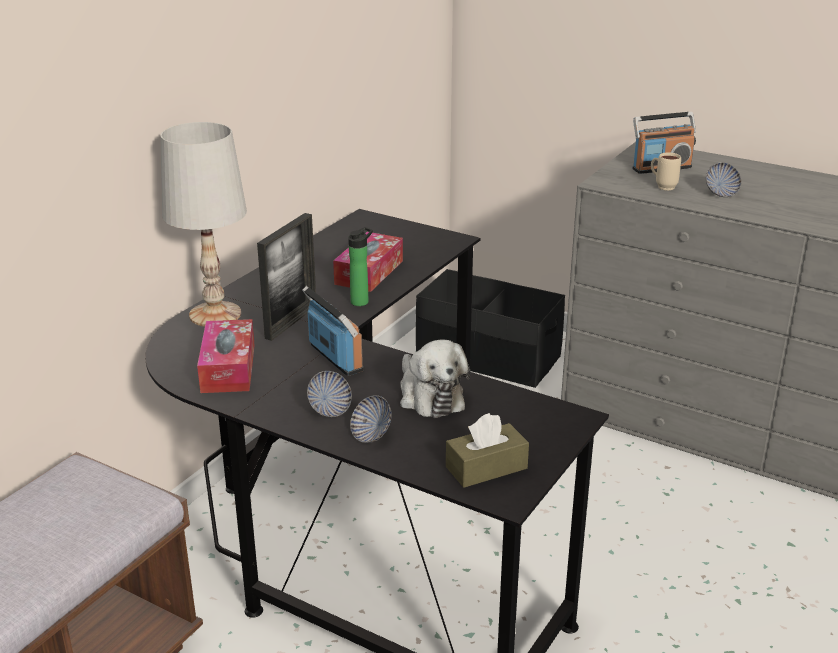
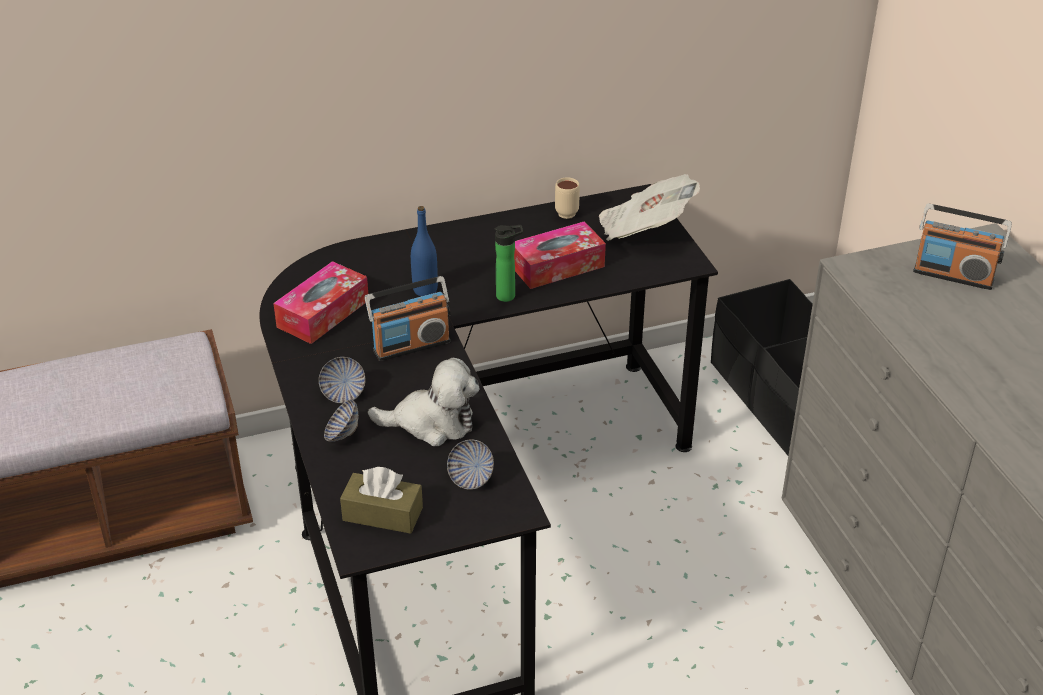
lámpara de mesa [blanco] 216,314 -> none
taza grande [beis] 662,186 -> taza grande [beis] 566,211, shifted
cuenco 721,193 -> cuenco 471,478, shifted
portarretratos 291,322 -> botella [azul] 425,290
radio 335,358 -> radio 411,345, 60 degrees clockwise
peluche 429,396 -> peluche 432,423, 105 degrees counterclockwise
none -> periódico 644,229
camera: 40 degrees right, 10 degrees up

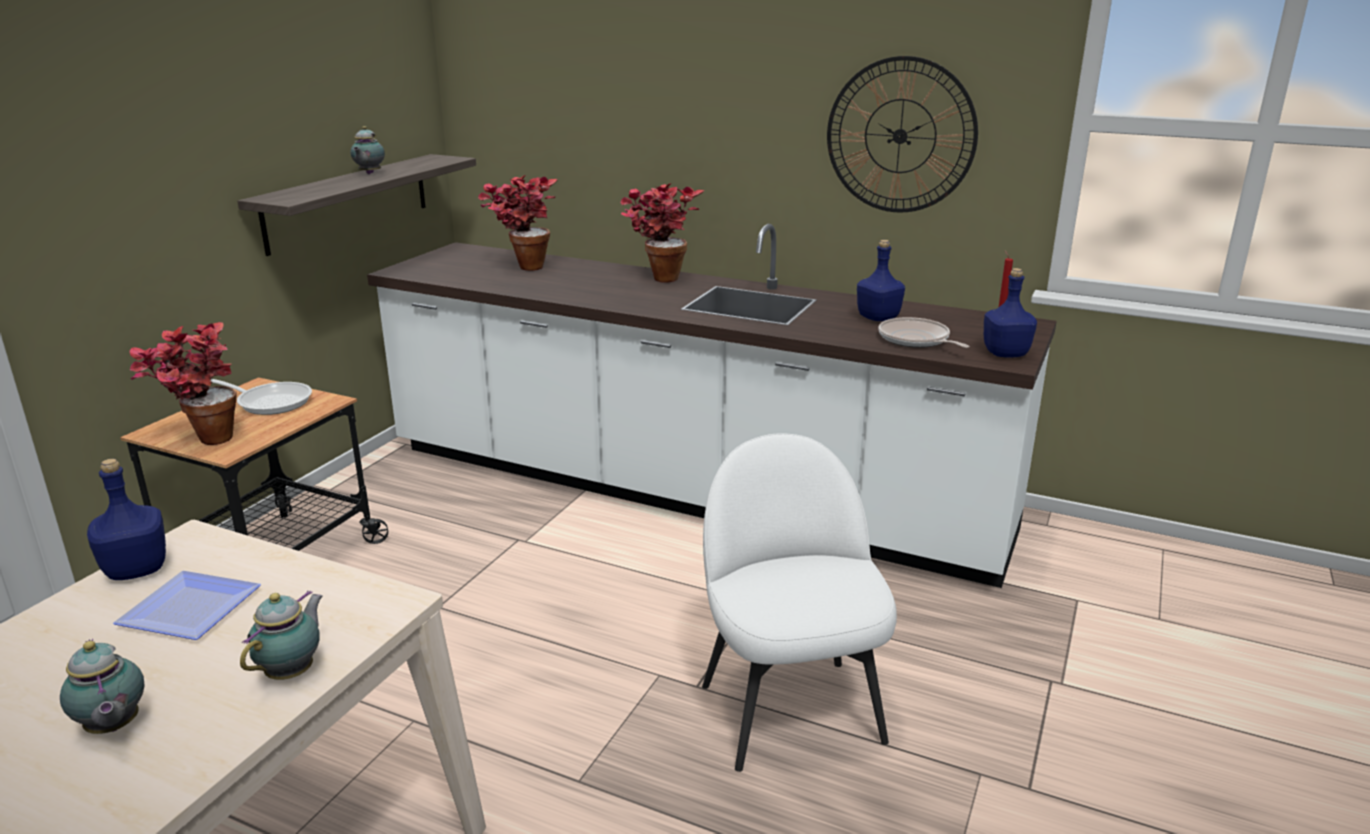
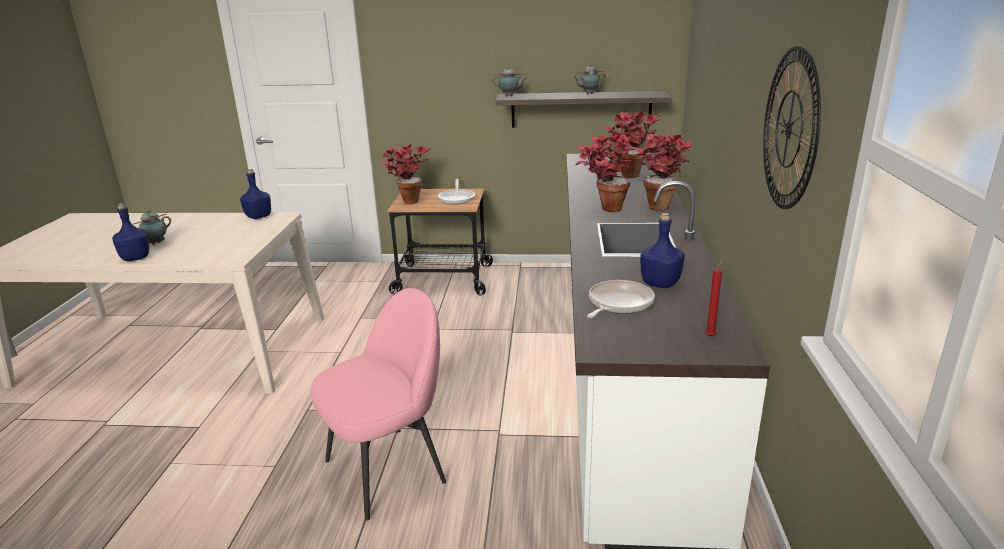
botella [azul] 1005,353 -> botella [azul] 136,258, shifted
silla [blanco] 790,709 -> silla [rosa] 388,469
plato 196,608 -> none
tetera 293,671 -> tetera 510,96, shifted
none -> planta en maceta 603,209
camera: 70 degrees right, 0 degrees up

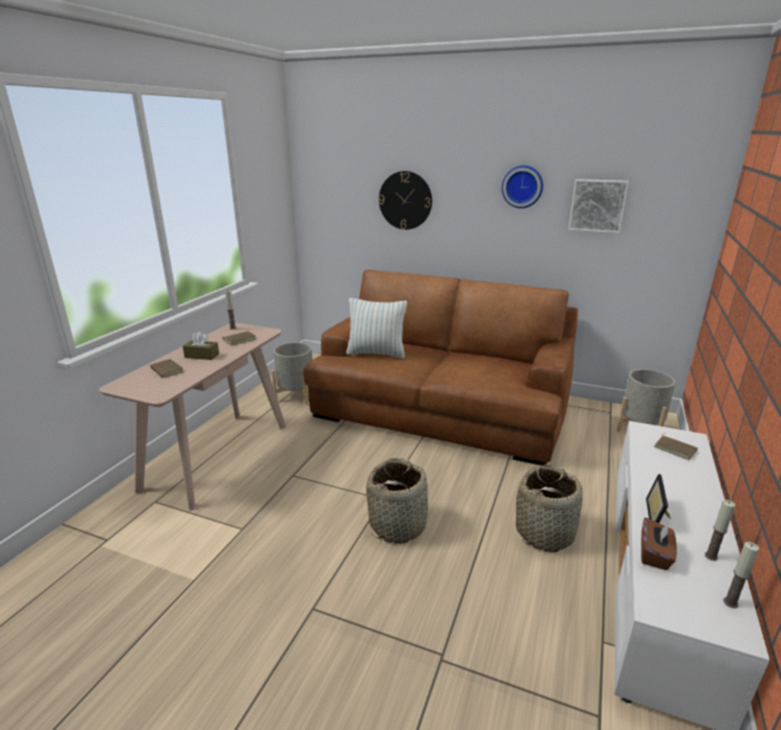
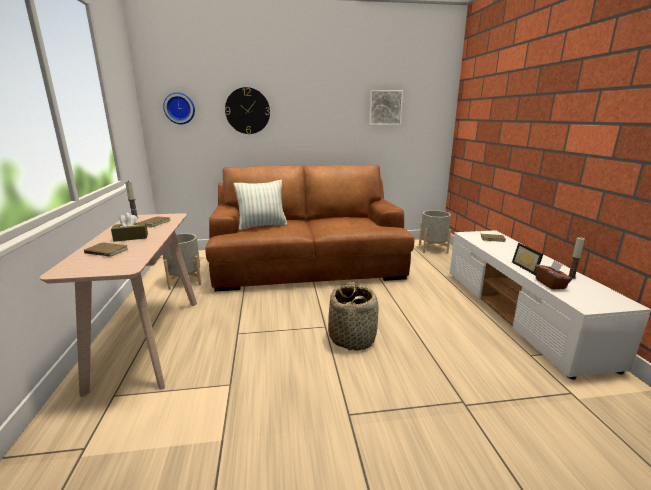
reloj de pared 522,186 -> reloj de pared 179,108, shifted
cesta 545,532 -> none
vela 730,602 -> none
camera: 30 degrees left, 5 degrees down

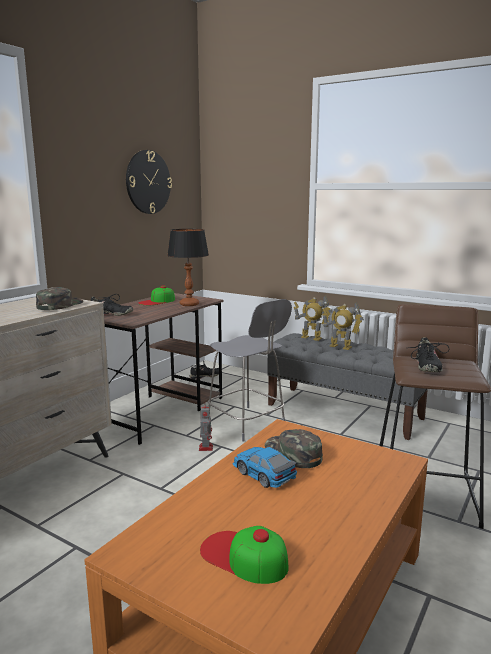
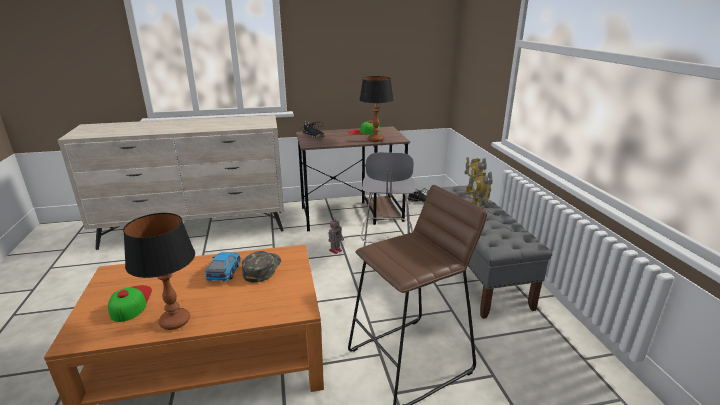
reloj de pared 148,182 -> none
gorra [verde] 59,305 -> none
zapato [negro] 426,366 -> none
none -> lámpara de mesa 174,321
camera: 45 degrees right, 10 degrees up

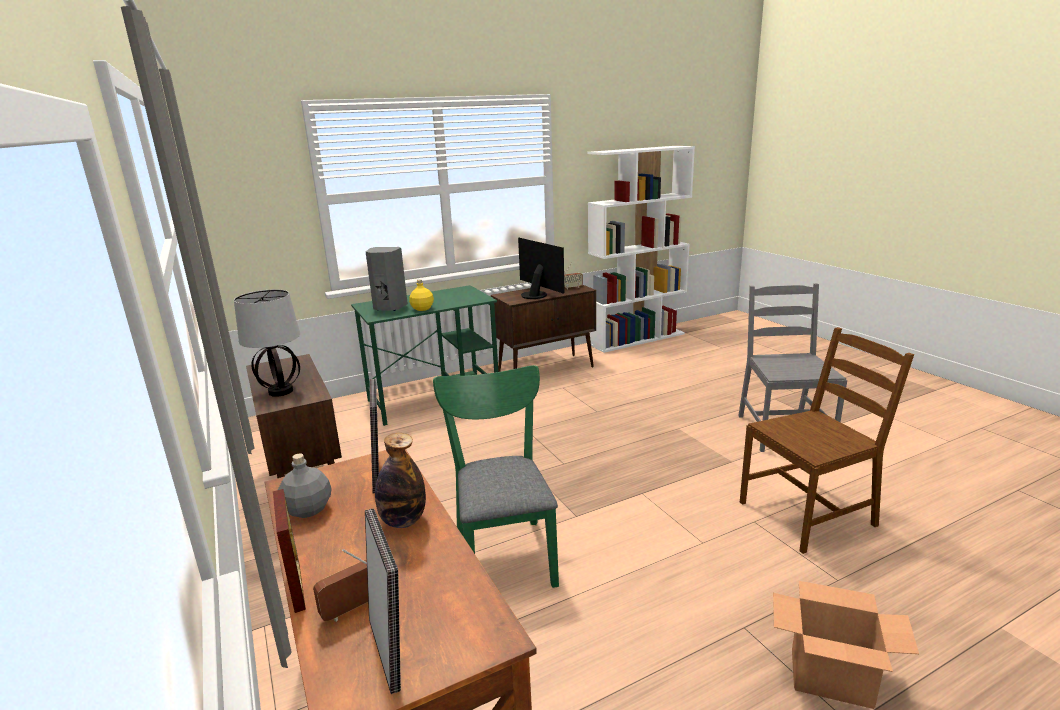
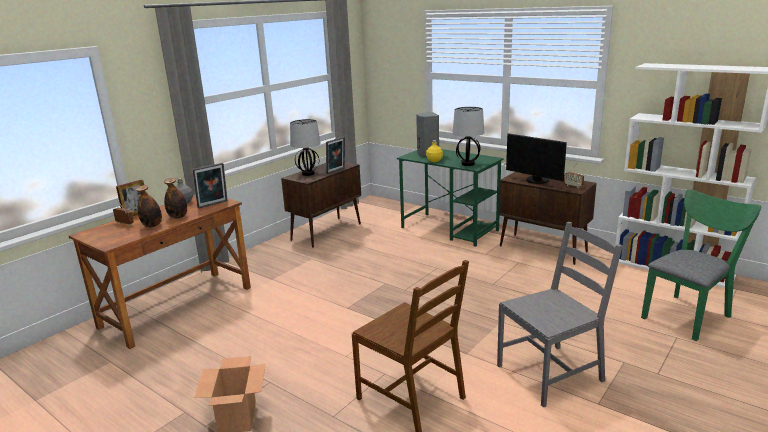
monitor 536,295 -> monitor 536,181, 105 degrees clockwise
silla [verde] 504,551 -> silla [verde] 688,314, shifted
portarretratos 390,651 -> portarretratos 336,171, shifted
none -> lámpara de mesa 467,164
none -> botella 152,225
camera: 65 degrees right, 0 degrees up

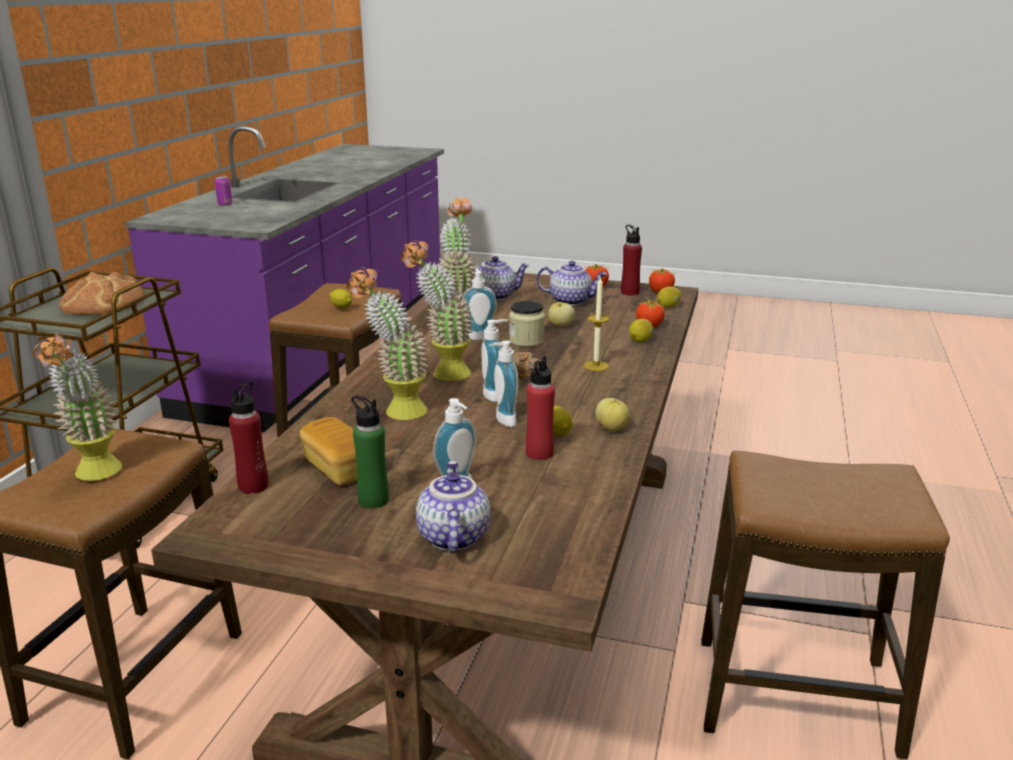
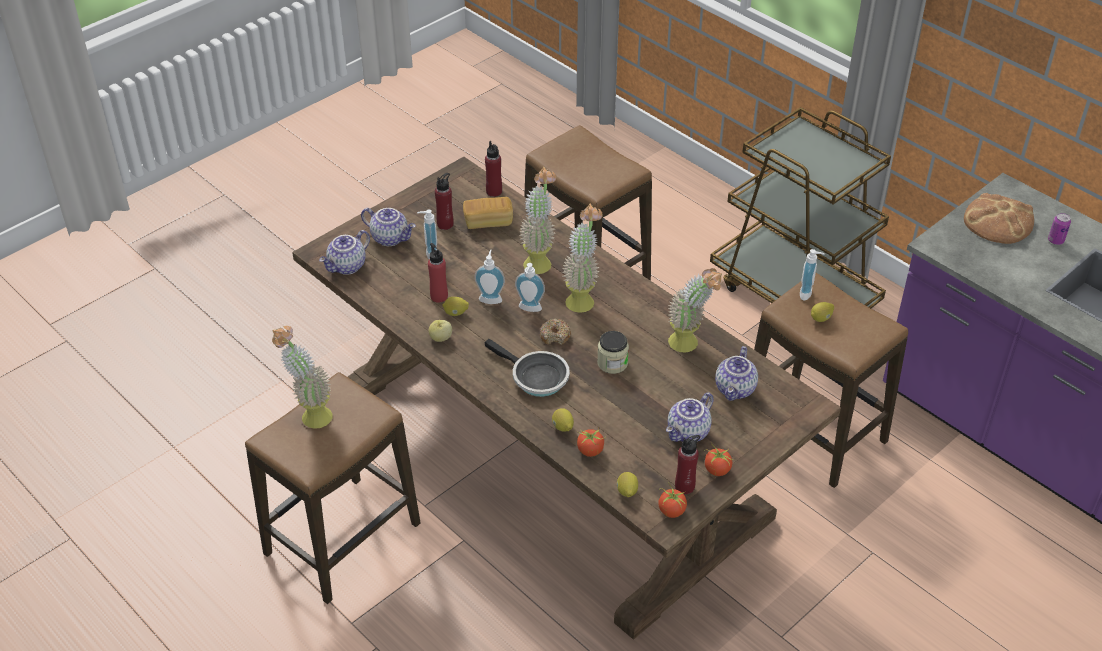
dispensador de jabón 478,336 -> dispensador de jabón 808,294, shifted
pan 102,302 -> pan 998,222, shifted
vela 596,366 -> sartén 536,377
manzana 560,325 -> none
planta en maceta 95,476 -> planta en maceta 309,414, shifted
botella [verde] 373,500 -> botella [rojo] 445,224
none -> tetera 347,267
camera: 120 degrees right, 20 degrees up

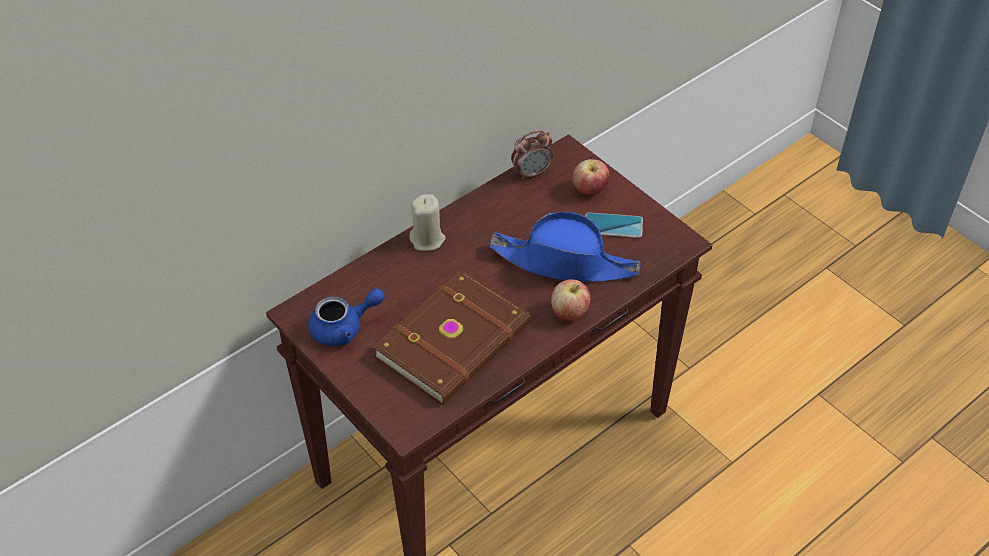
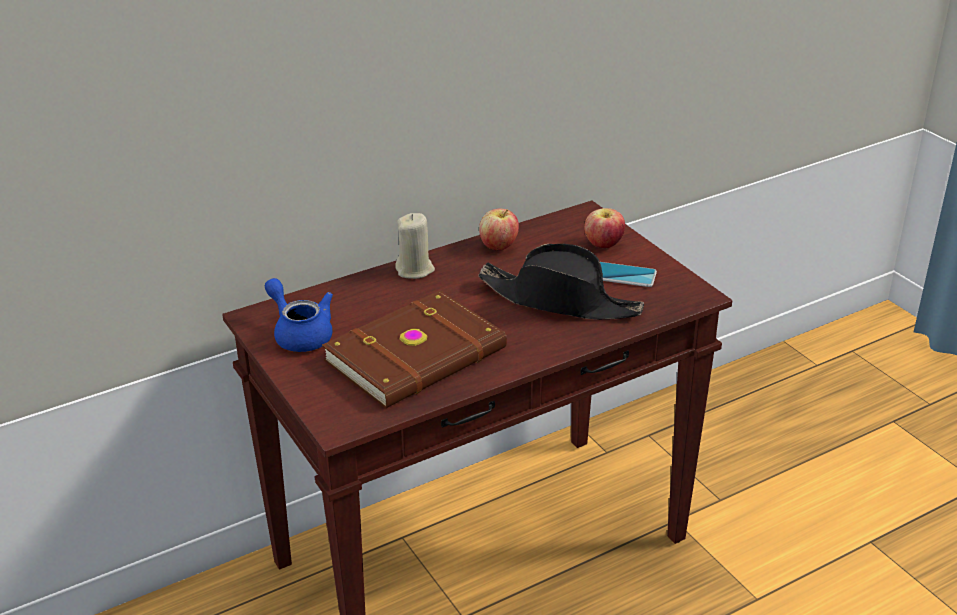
despertador 531,173 -> none
sombrero [azul] 565,262 -> sombrero [negro] 560,300
manzana 569,313 -> manzana 498,246, shifted
tetera [azul] 344,328 -> tetera [azul] 300,334, 120 degrees counterclockwise
camera: 10 degrees right, 15 degrees down

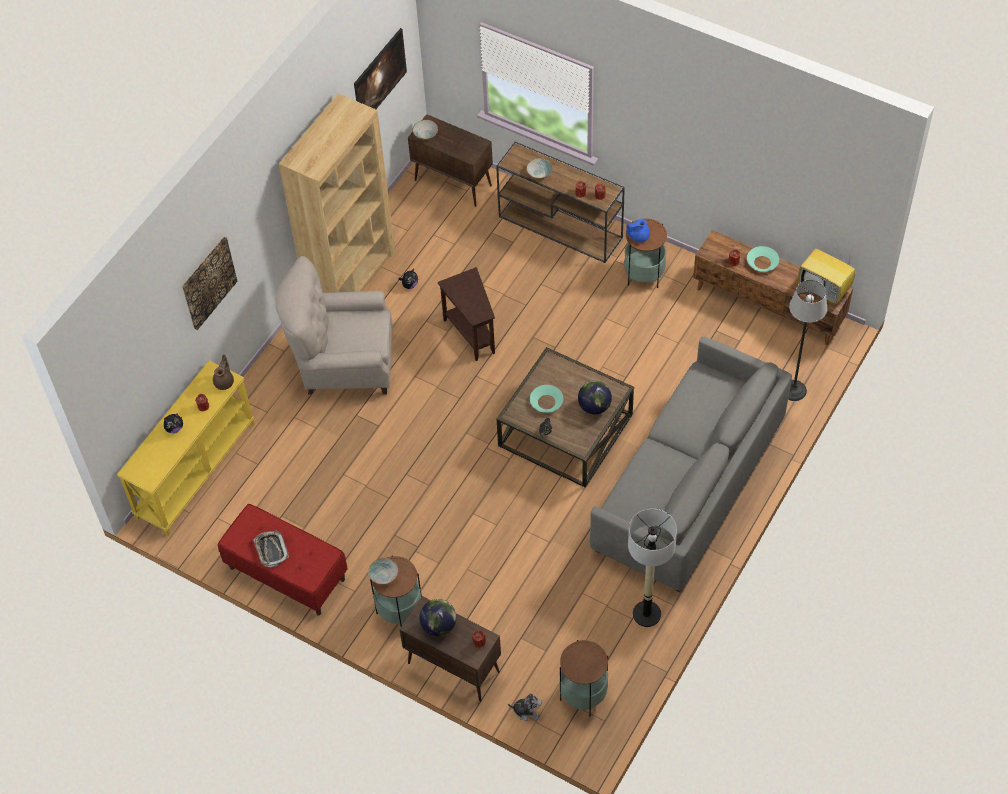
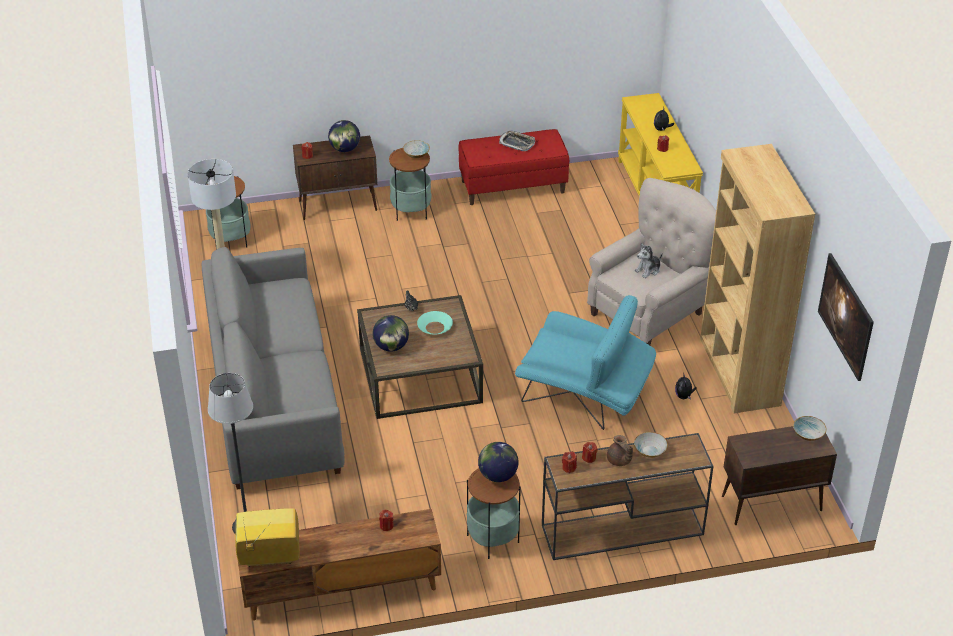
tetera [azul] 638,236 -> globo terráqueo 498,476
cuadro 208,282 -> none
cuenco [turquesa] 762,262 -> none
mesa auxiliar [marrón] 471,332 -> sillón [turquesa] 584,394
tetera [marrón] 224,382 -> tetera [marrón] 619,461, shifted
peluche 526,710 -> peluche 648,270, shifted
camera: 135 degrees right, 15 degrees down

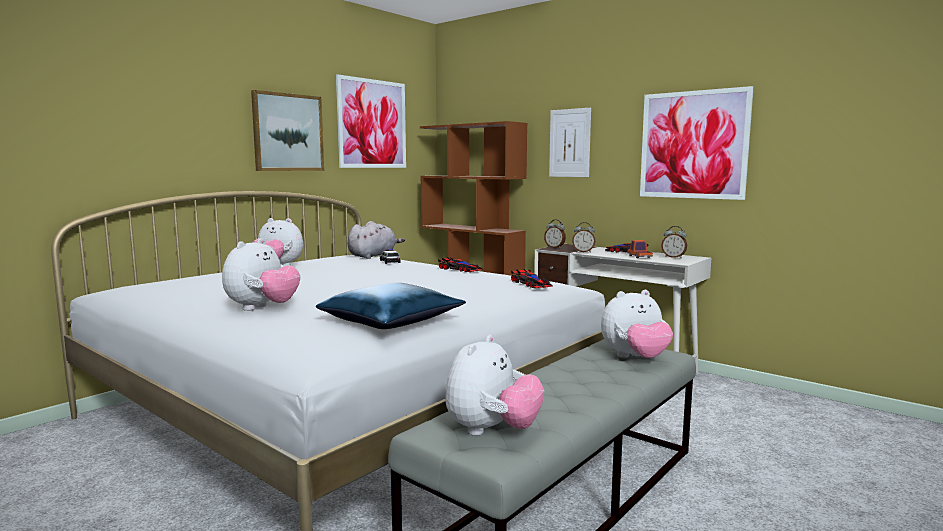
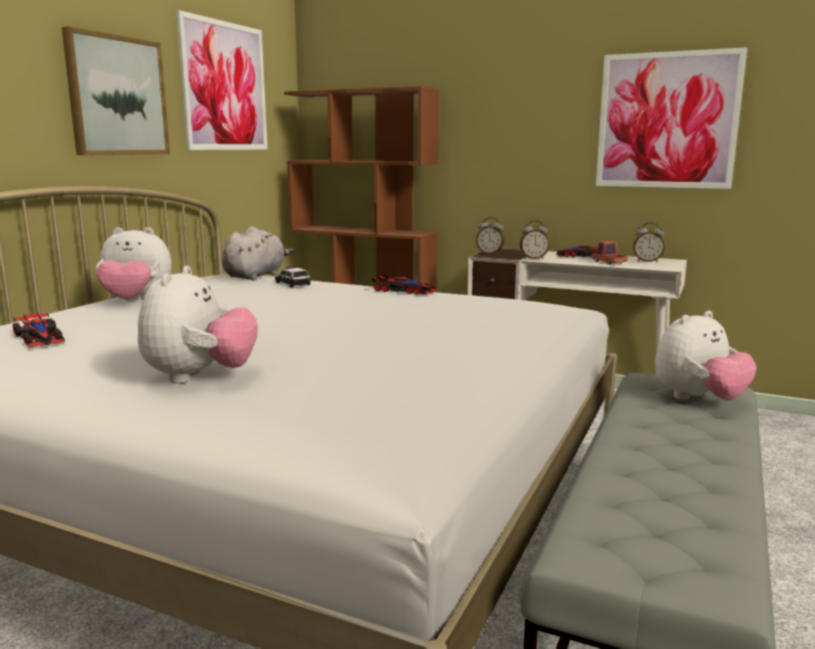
cuadro 569,143 -> none
coche de juguete 531,284 -> coche de juguete 39,337, shifted
cojín [azul] 391,321 -> none
peluche 492,431 -> none
camera: 15 degrees left, 5 degrees up

